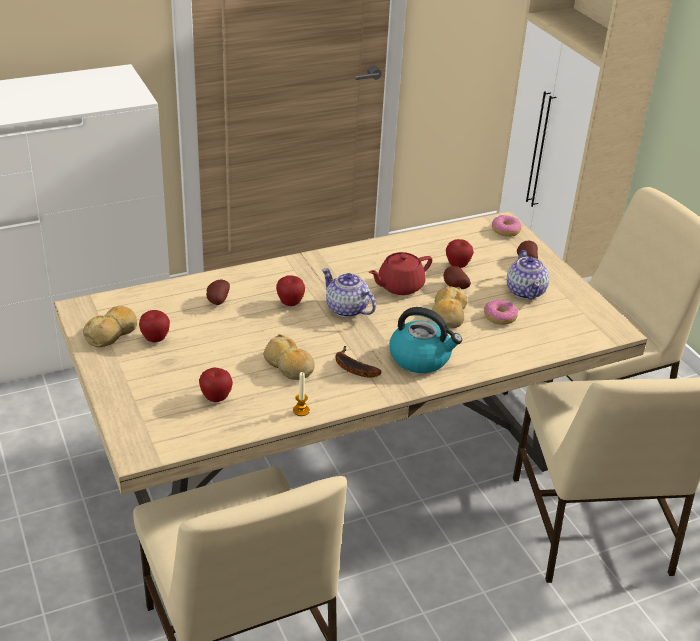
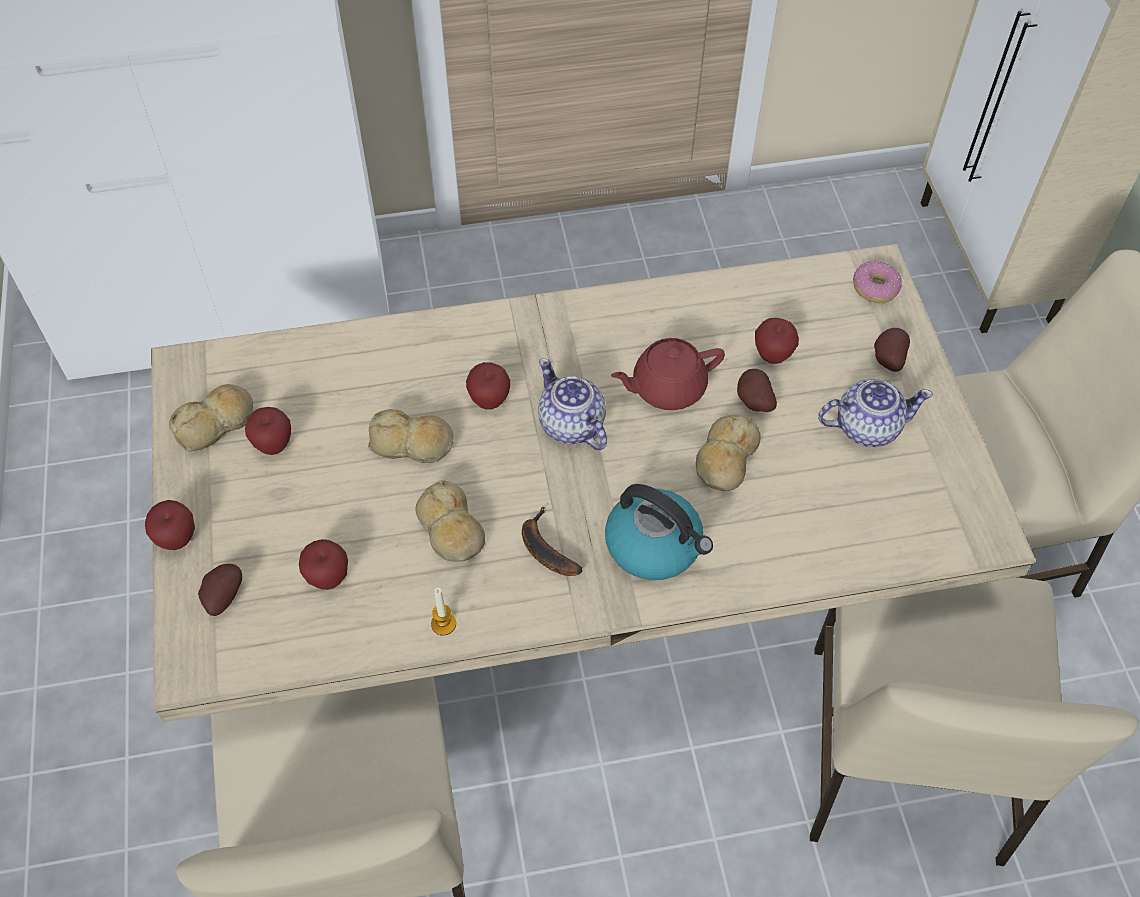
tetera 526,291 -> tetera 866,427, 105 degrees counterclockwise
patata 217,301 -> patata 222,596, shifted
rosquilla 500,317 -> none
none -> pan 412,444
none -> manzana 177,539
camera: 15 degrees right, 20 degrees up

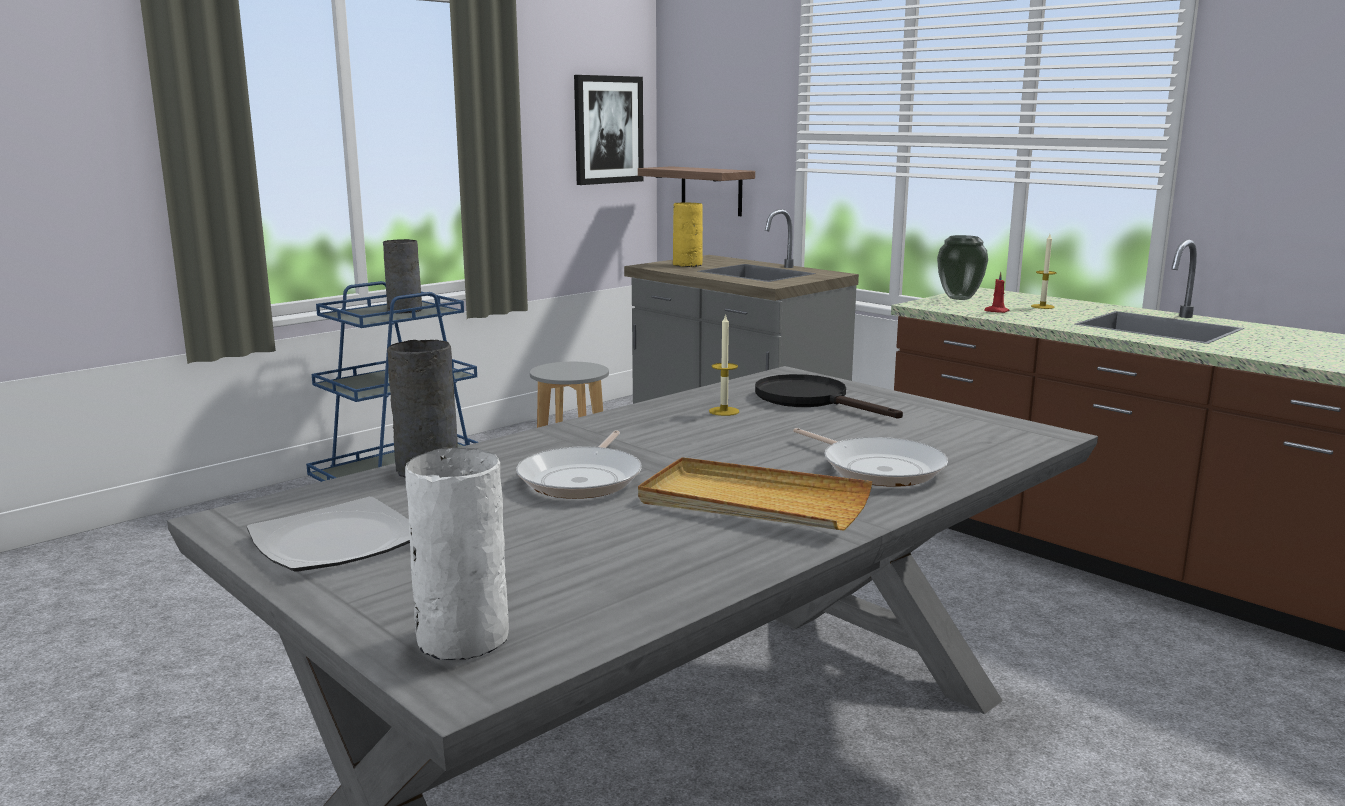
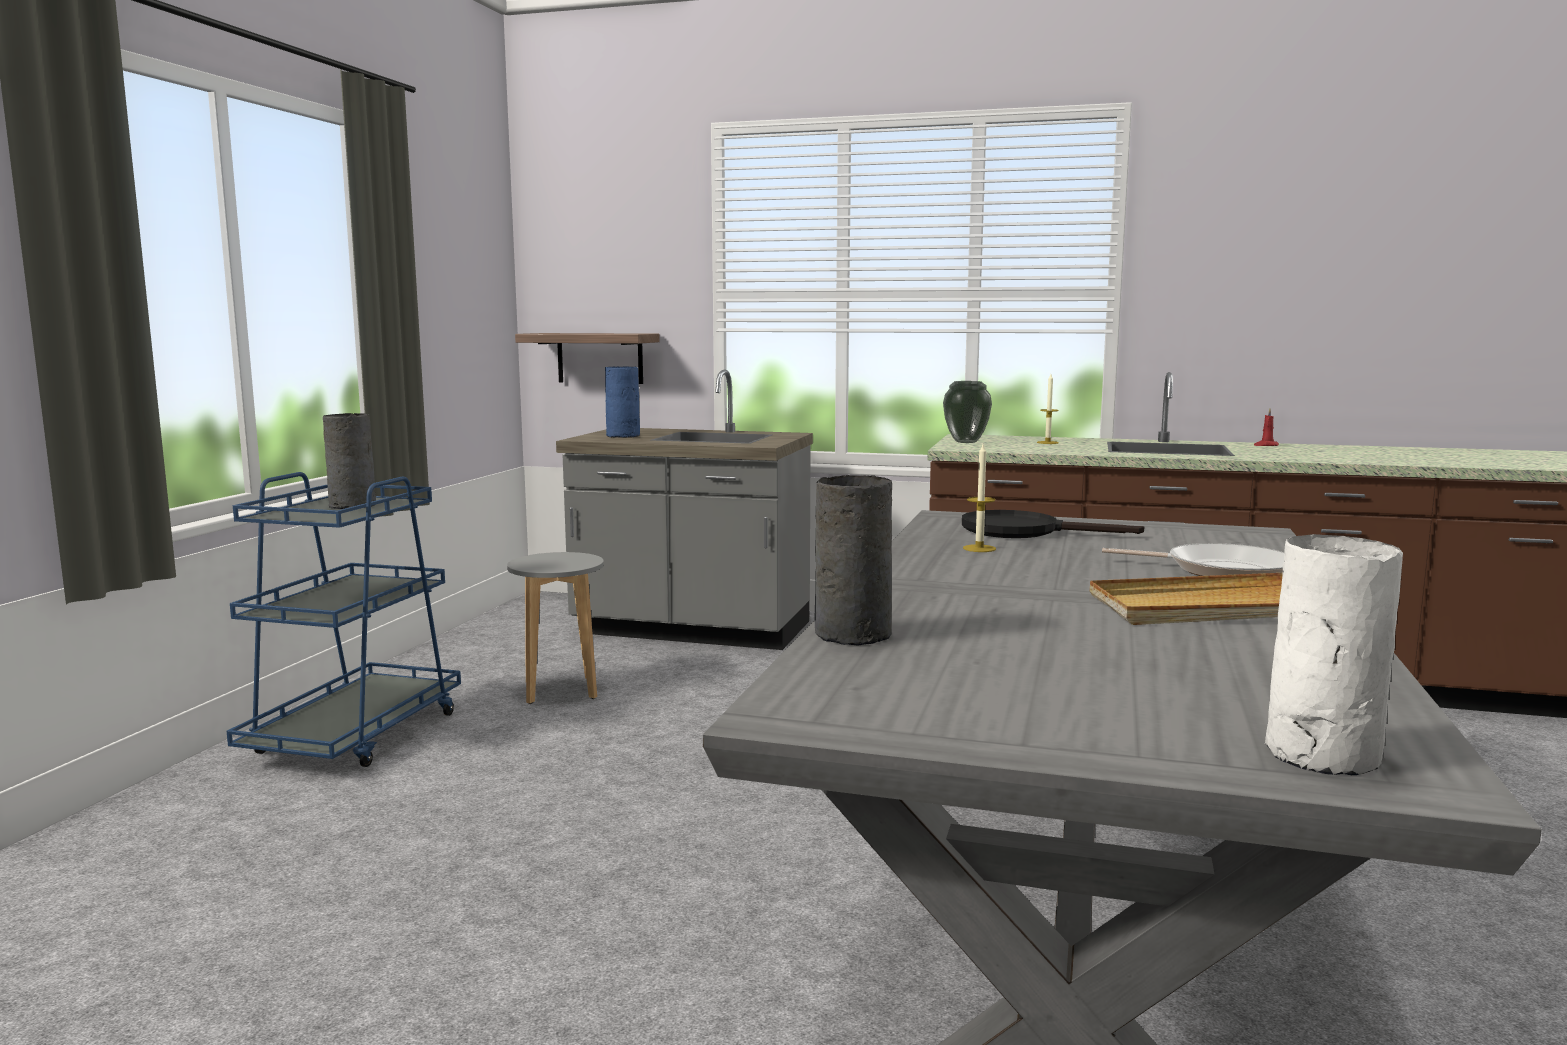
cuadro 608,130 -> none
florero [amarillo] 687,265 -> florero [azul] 623,436
vela [rojo] 996,311 -> vela [rojo] 1265,445, shifted
sartén 583,479 -> none
plato 334,541 -> none
camera: 30 degrees left, 5 degrees down

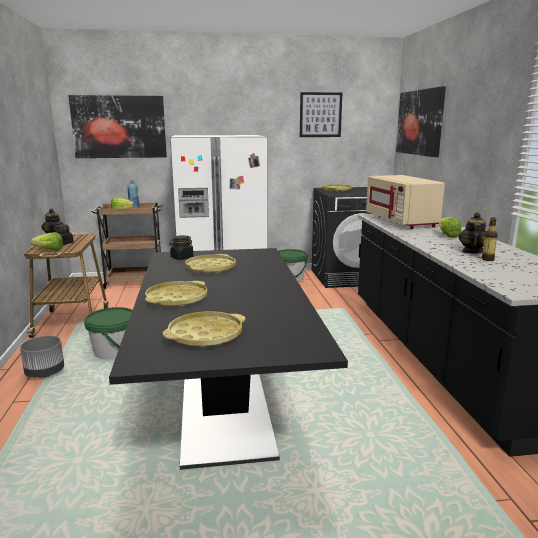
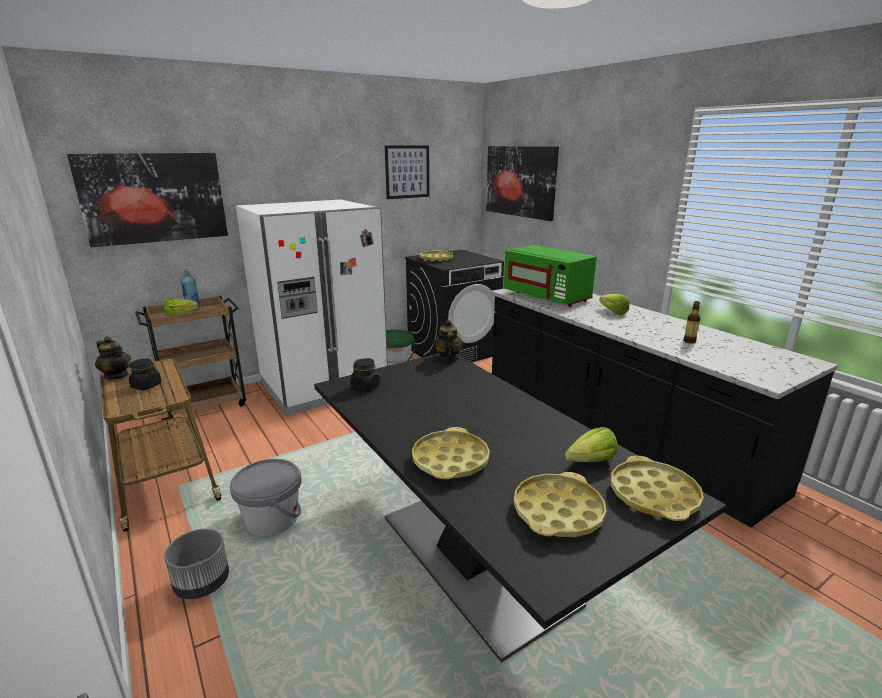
microondas [beis] 401,221 -> microondas [verde] 547,297
tetera 472,251 -> tetera 447,358, shifted
lechuga 47,250 -> lechuga 586,462, shifted
bandeja [amarillo] 211,268 -> bandeja [amarillo] 654,495, shifted
cubo [verde] 114,351 -> cubo [gris] 272,519
camera: 25 degrees left, 5 degrees up

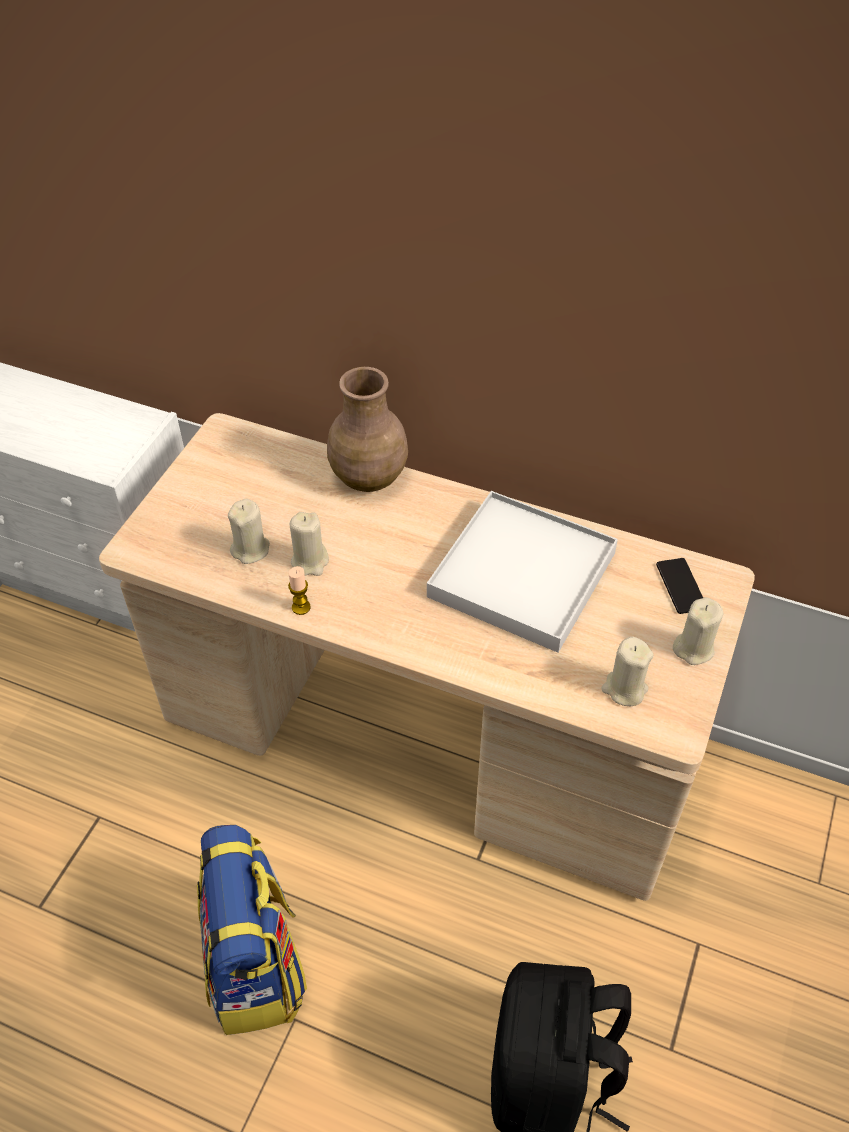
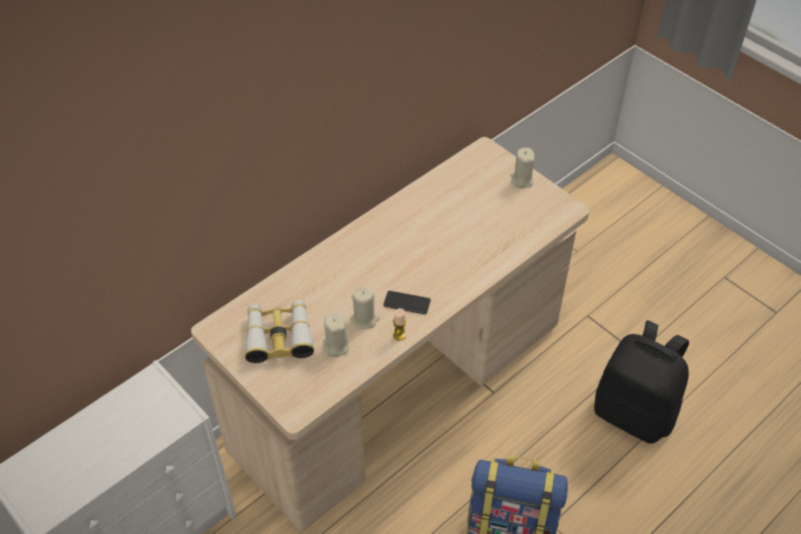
florero [marrón] 370,478 -> none
bandeja [blanco] 522,575 -> none
móvil 680,586 -> móvil 407,303, shifted
vela [beis] 624,689 -> none
none -> prismáticos 279,336
camera: 65 degrees left, 0 degrees up

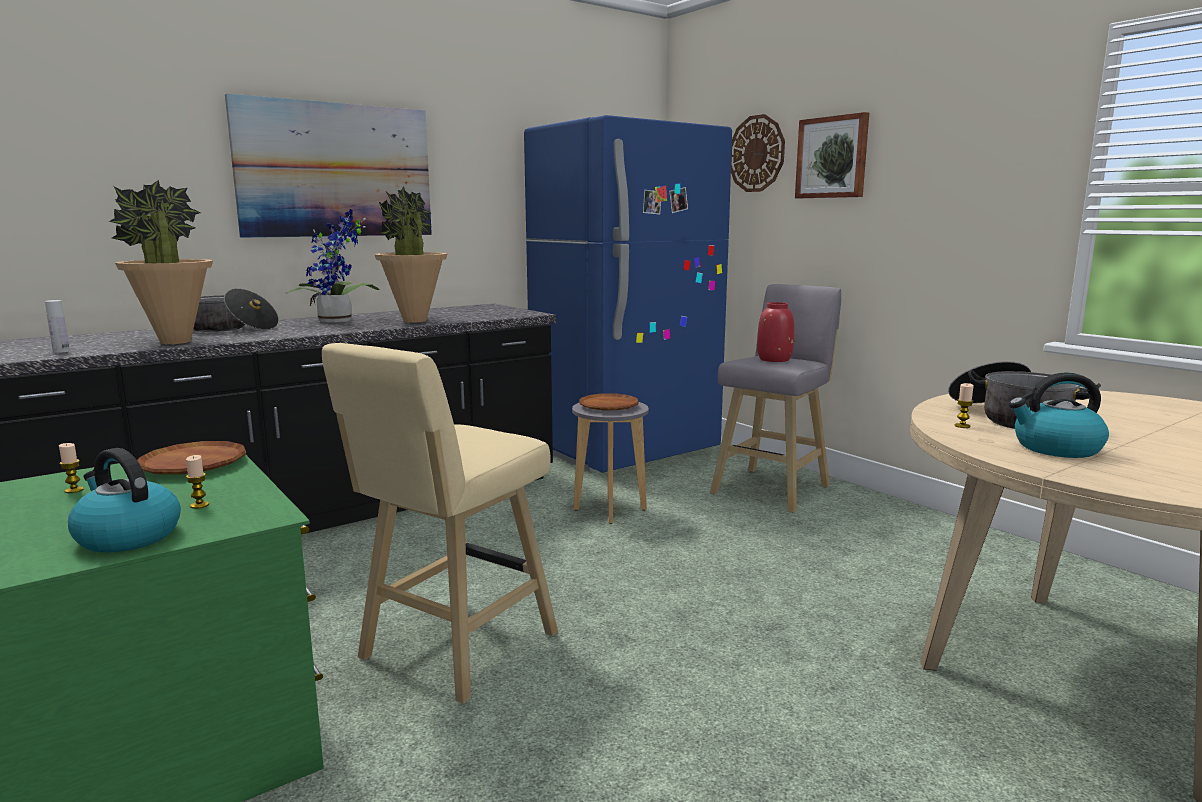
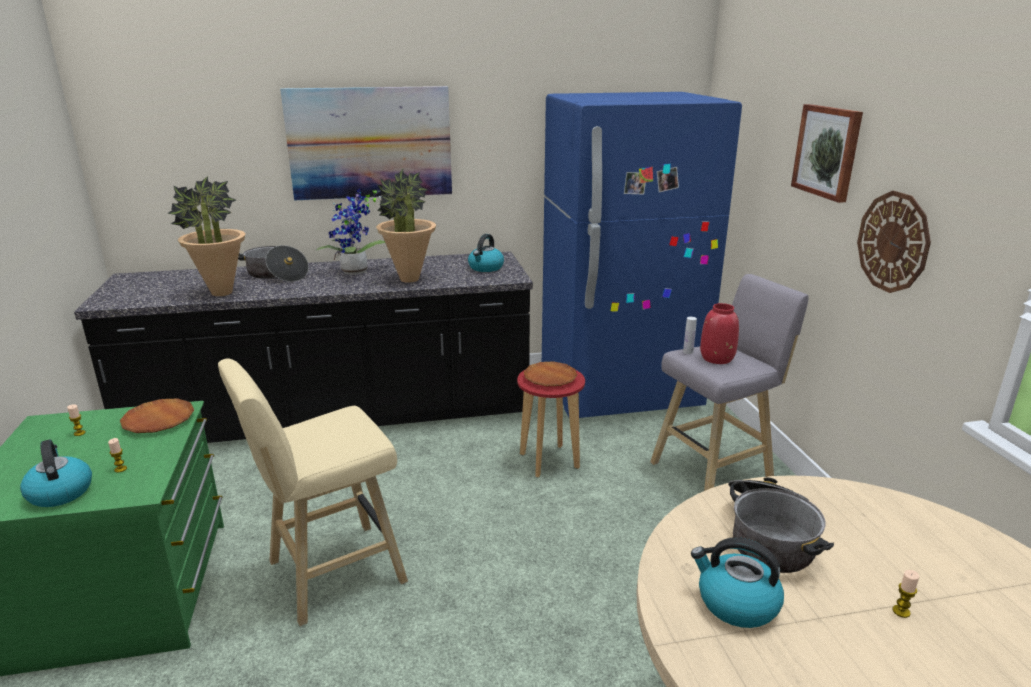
reloj de pared 756,154 -> reloj de pared 893,242, shifted
botella [blanco] 61,351 -> botella [blanco] 688,352, shifted
vela 962,426 -> vela 901,611, shifted
taburete [gris] 610,509 -> taburete [rojo] 549,461
none -> hervidor 486,268
camera: 25 degrees right, 10 degrees up

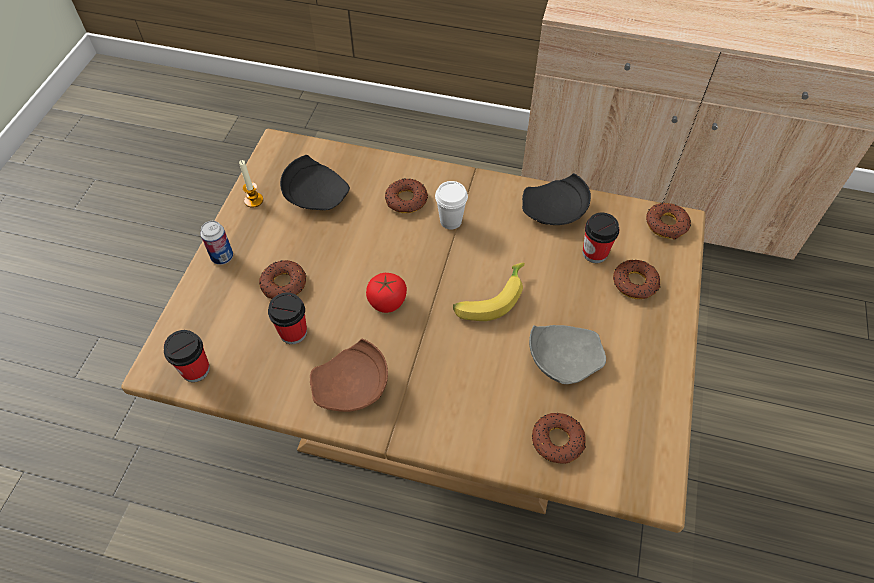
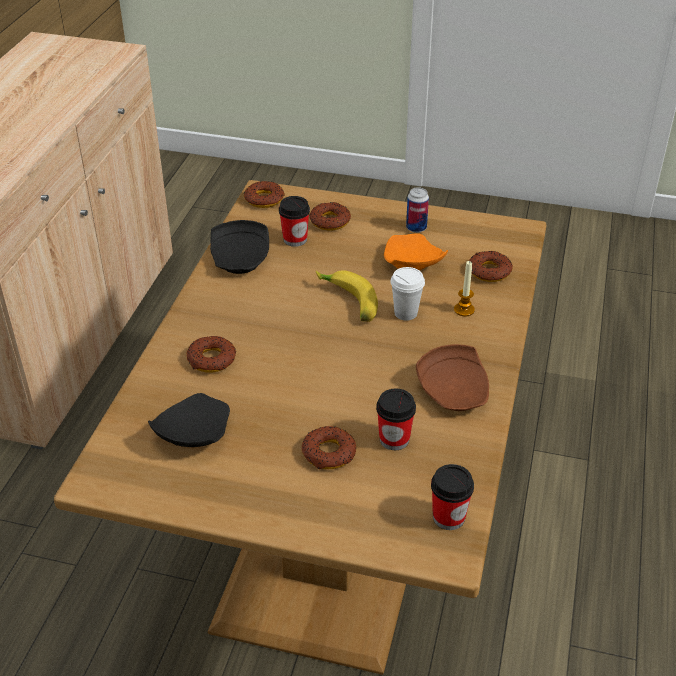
vela 253,200 -> vela 464,310, shifted
taza [blanco] 450,221 -> taza [blanco] 405,313, shifted
lata 222,257 -> lata 416,228, shifted
tomate 387,302 -> none
plato [gris] 562,359 -> plato [naranja] 411,264
camera: 90 degrees left, 15 degrees down

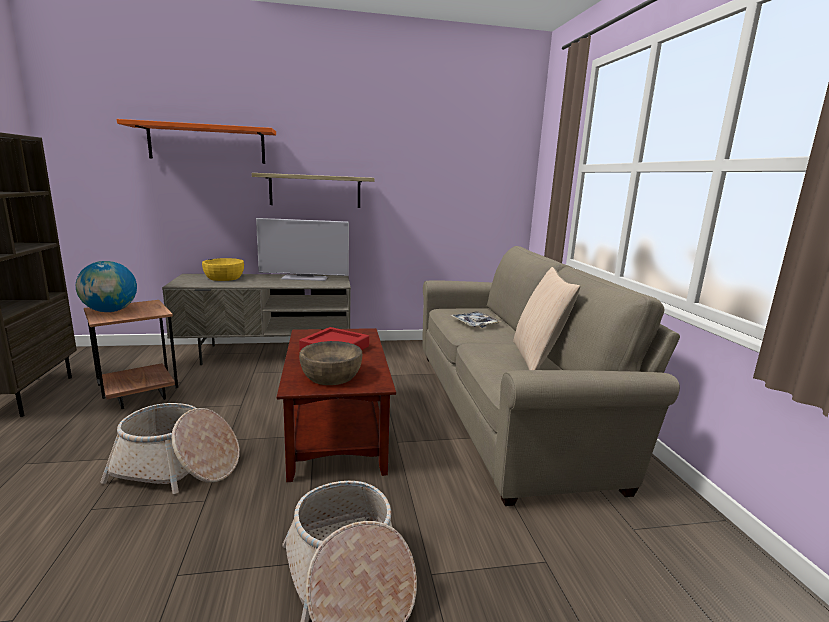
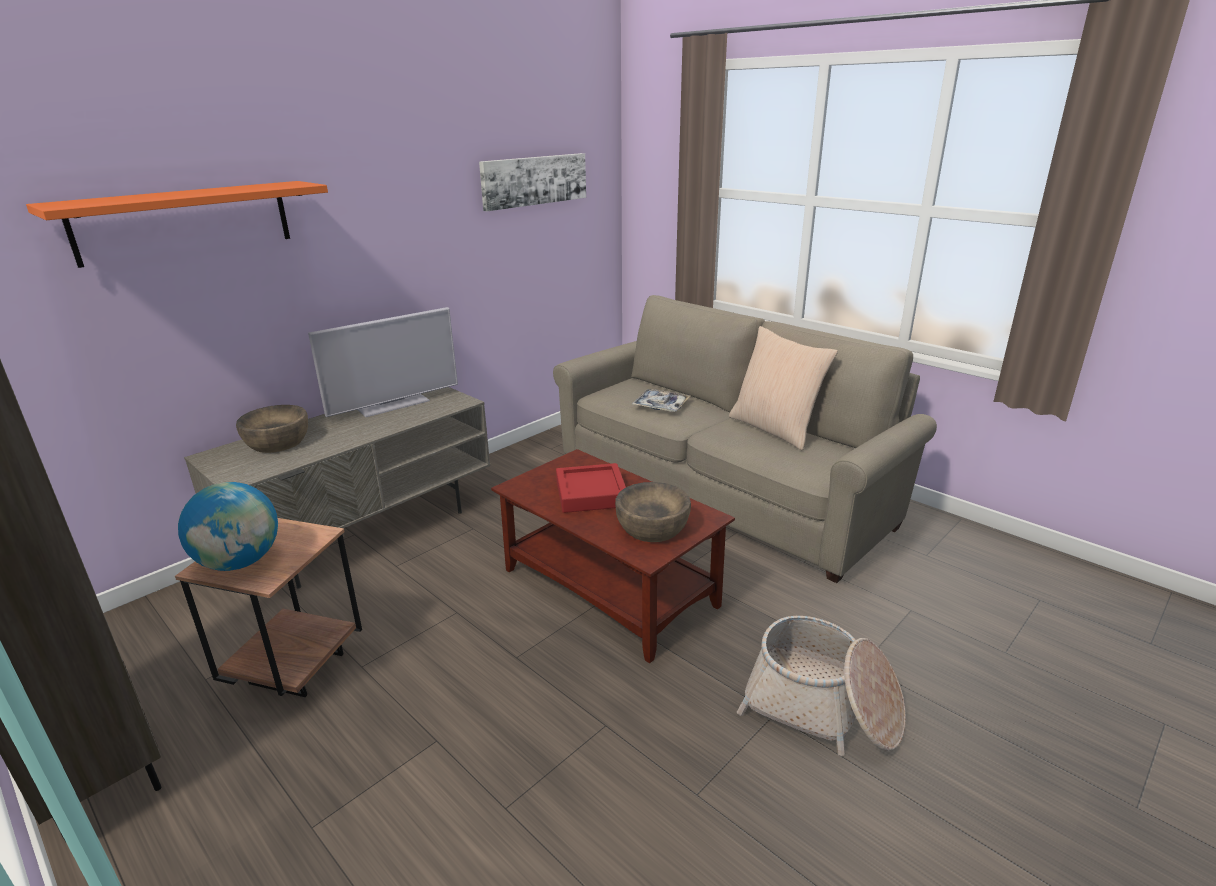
estante 315,190 -> none
cuenco [amarillo] 224,278 -> cuenco [marrón] 277,442
cesta 178,467 -> none
none -> cuadro 534,180
camera: 35 degrees left, 10 degrees up

